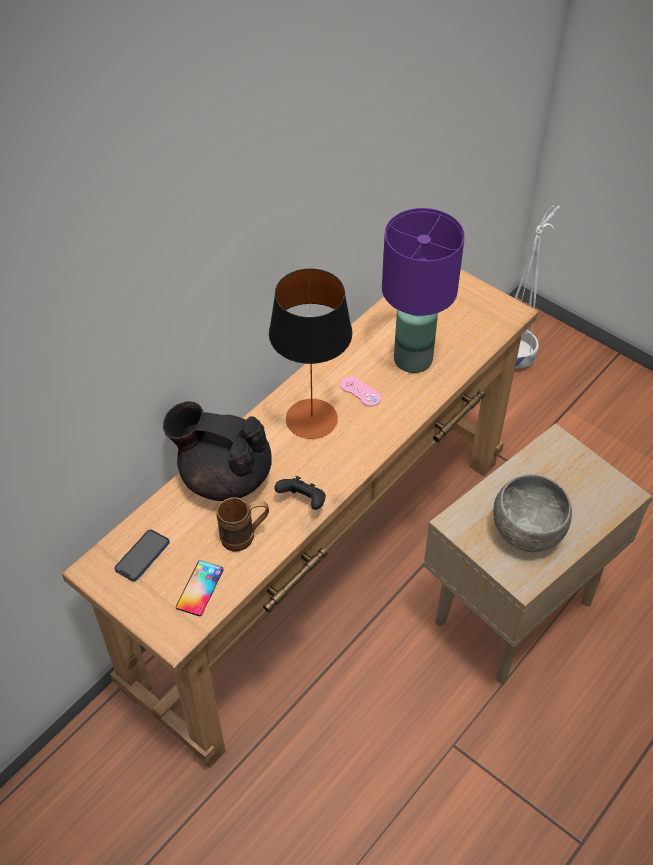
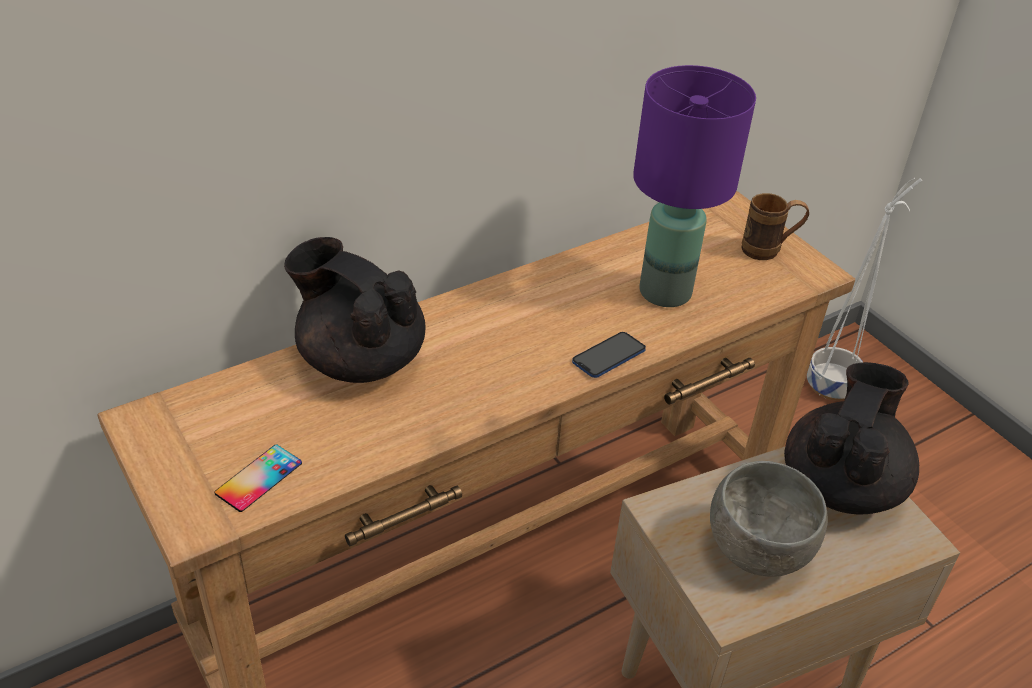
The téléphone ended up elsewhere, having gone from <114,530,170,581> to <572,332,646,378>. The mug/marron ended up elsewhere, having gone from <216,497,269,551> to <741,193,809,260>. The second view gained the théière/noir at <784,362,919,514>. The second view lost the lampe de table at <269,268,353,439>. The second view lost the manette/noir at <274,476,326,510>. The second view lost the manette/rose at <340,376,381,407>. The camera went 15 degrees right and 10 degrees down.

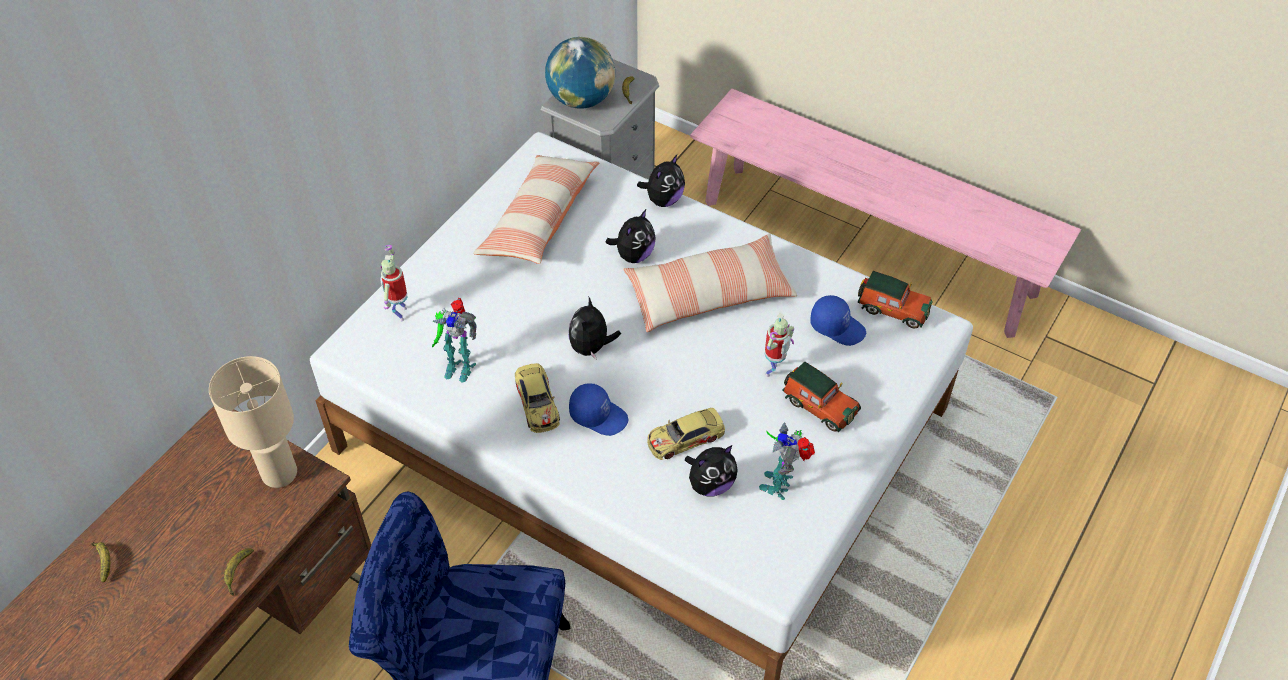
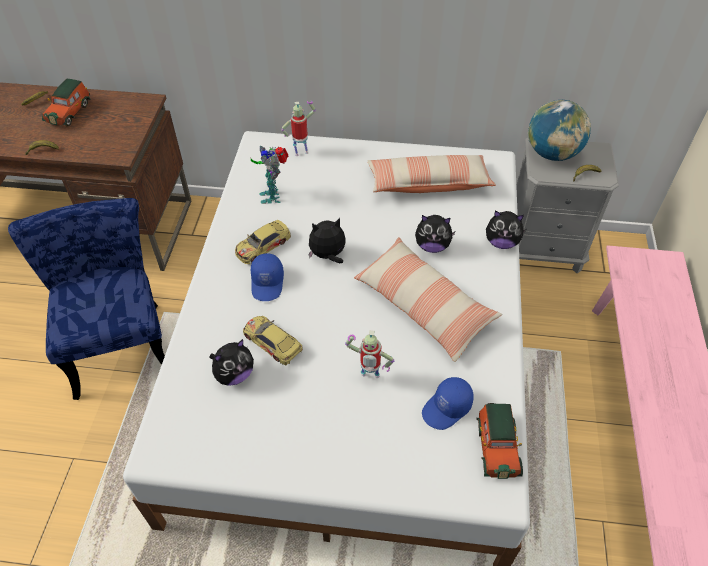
The petite voiture ended up elsewhere, having gone from <782,362,861,432> to <42,79,91,126>. The peluche at <685,445,738,496> ended up facing another way, 75 degrees counterclockwise from before. The casquette/bleu at <810,295,866,346> ended up facing another way, 45 degrees clockwise from before. The second view lost the lampe de table/beige at <209,356,297,488>. The second view lost the robot jouet at <759,423,815,500>. The camera went 65 degrees right and 0 degrees up.

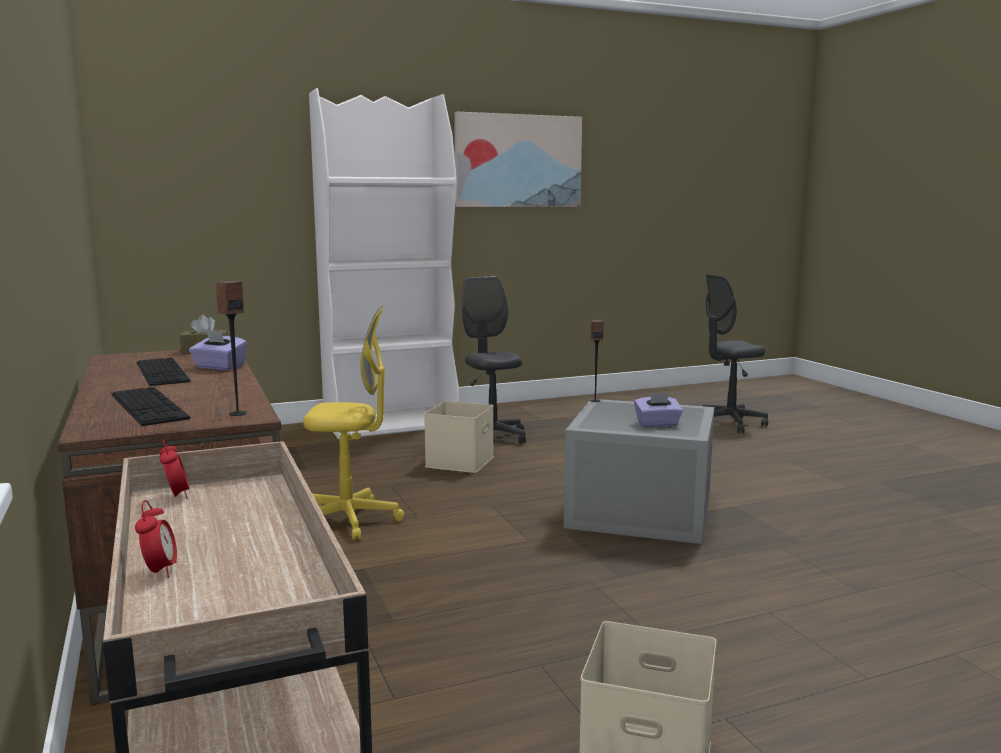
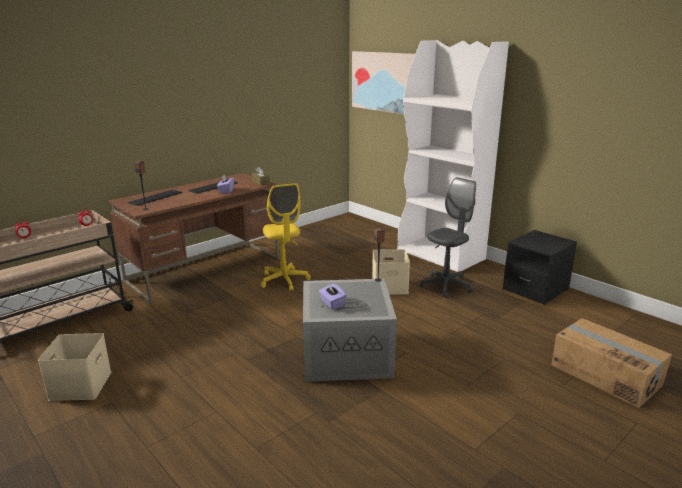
The tableau ended up elsewhere, having gone from <454,112,582,207> to <352,51,415,114>. The second view gained the table de chevet/noir at <503,230,577,304>. Where the chaise de bureau/gris stood at <703,274,768,433>, the carton came to stand at <551,318,672,408>. The camera went 70 degrees right and 10 degrees up.

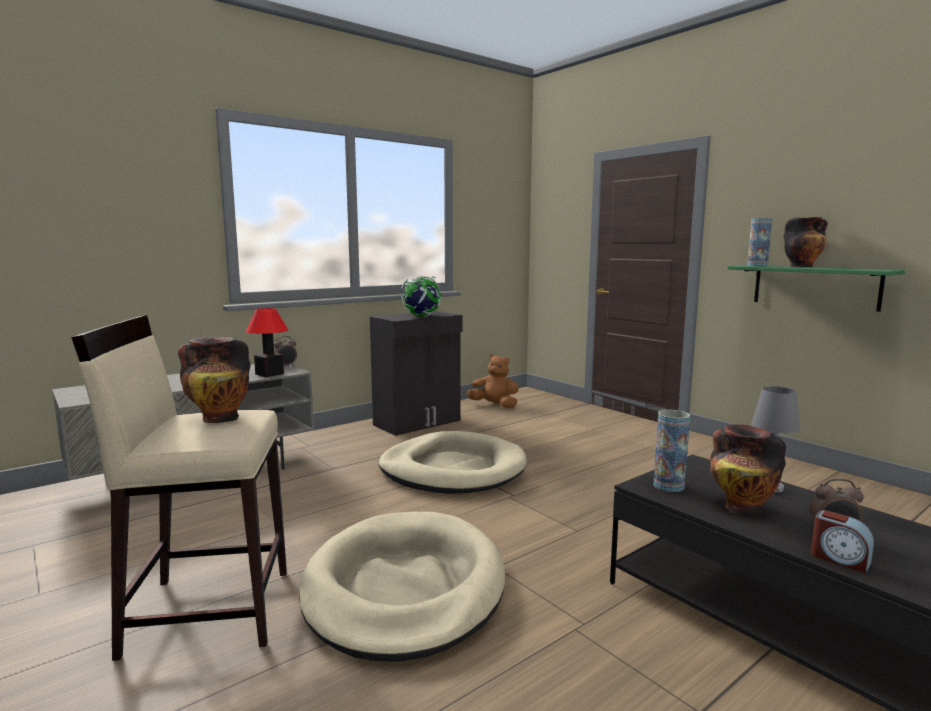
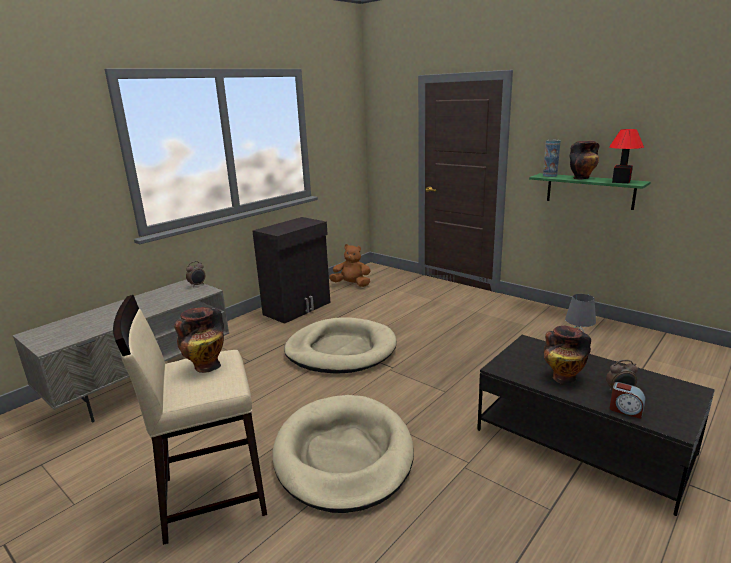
The lampe de table ended up elsewhere, having gone from <246,308,288,377> to <609,129,644,183>. The second view lost the globe at <401,276,442,317>. The second view lost the vase at <653,410,690,492>. The camera went 10 degrees left and 10 degrees up.

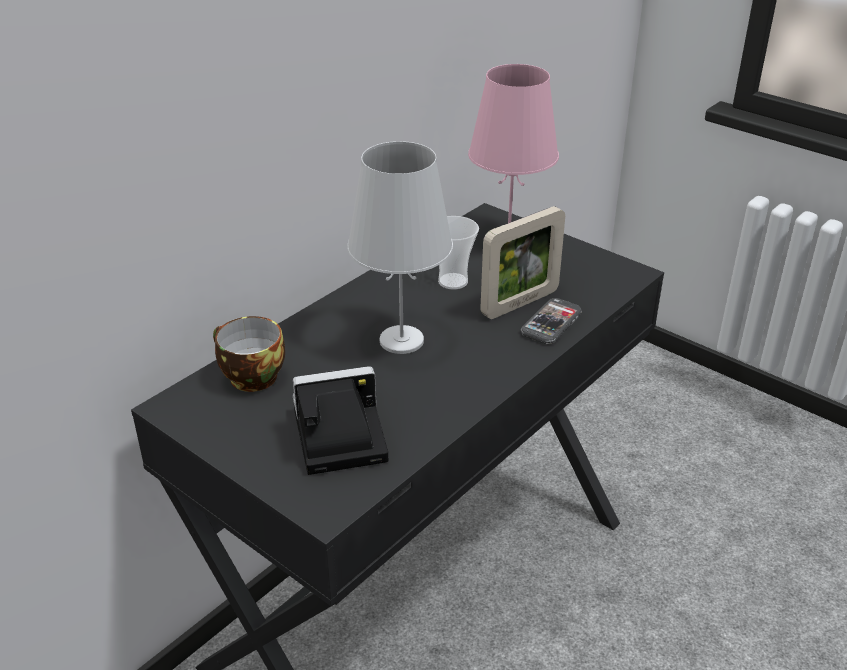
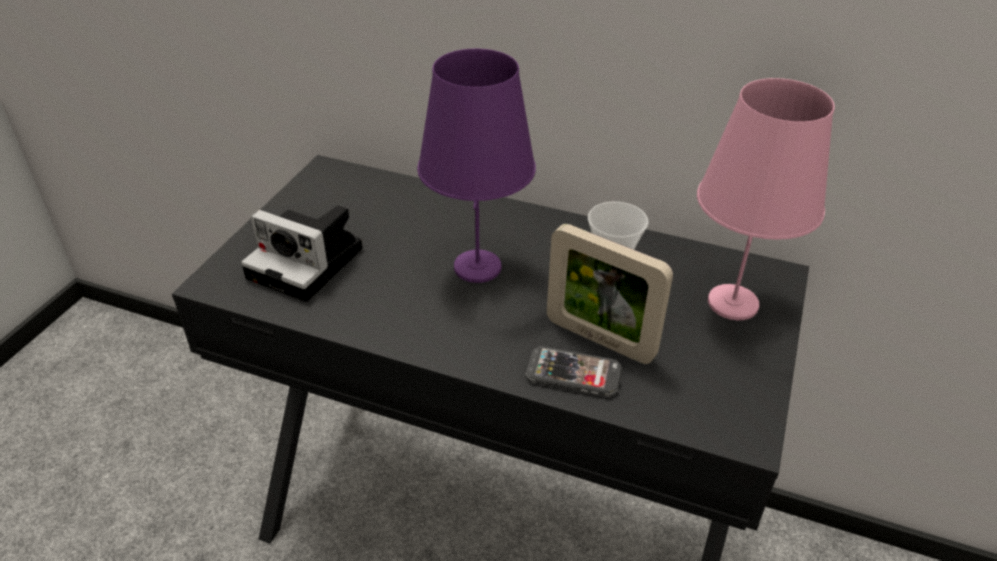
The appareil photo at <293,366,388,475> ended up facing another way, 150 degrees clockwise from before. What was the lampe de table/blanc at <347,141,453,354> turned into the lampe de table/violet at <417,49,536,283>. The second view lost the tasse at <213,316,285,392>. The camera went 70 degrees right and 5 degrees up.

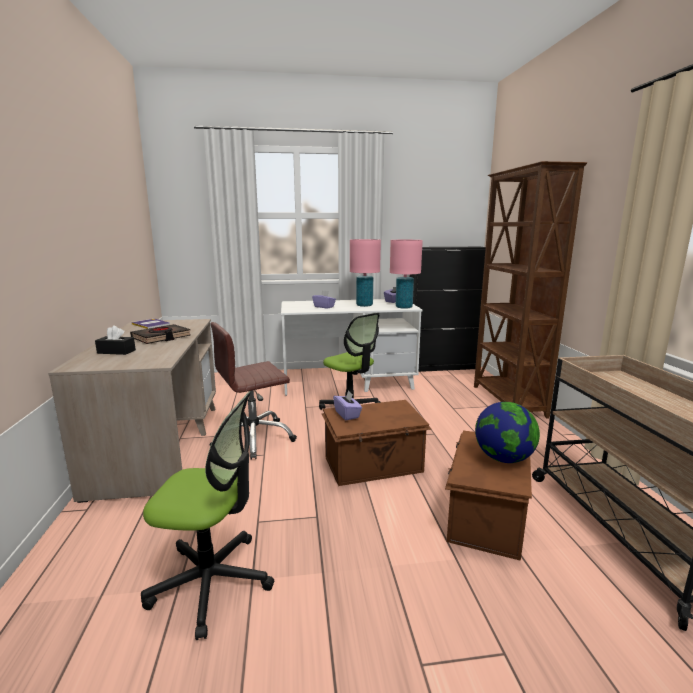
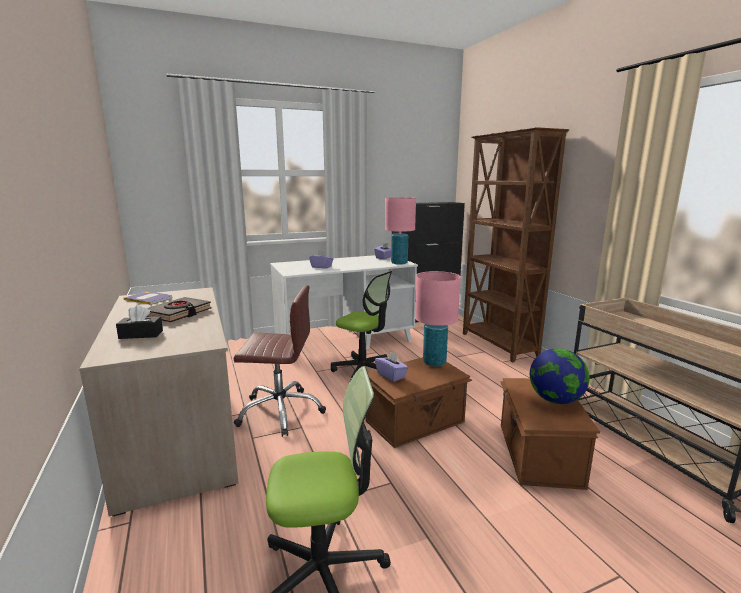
The chaise de bureau/marron at <209,322,297,460> ended up facing another way, 135 degrees counterclockwise from before. The lampe de table/rose ended up elsewhere, having gone from <350,239,381,307> to <415,271,461,367>. The camera went 15 degrees left and 0 degrees up.

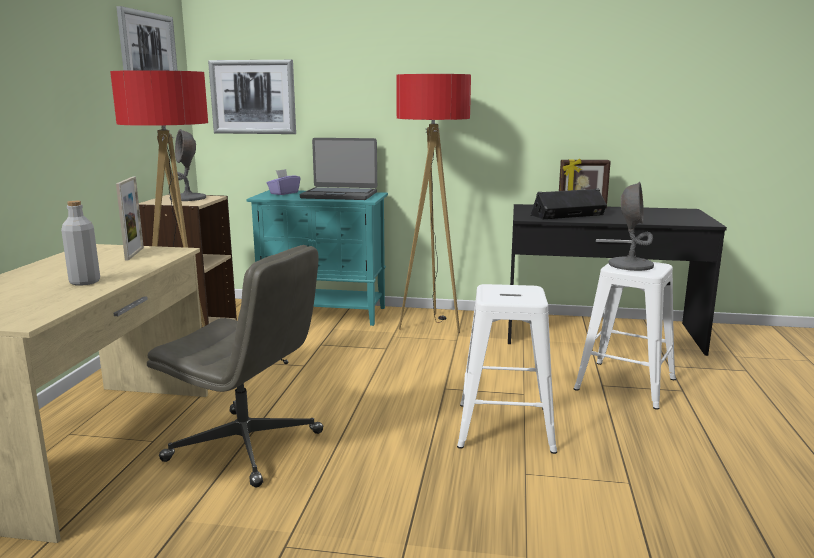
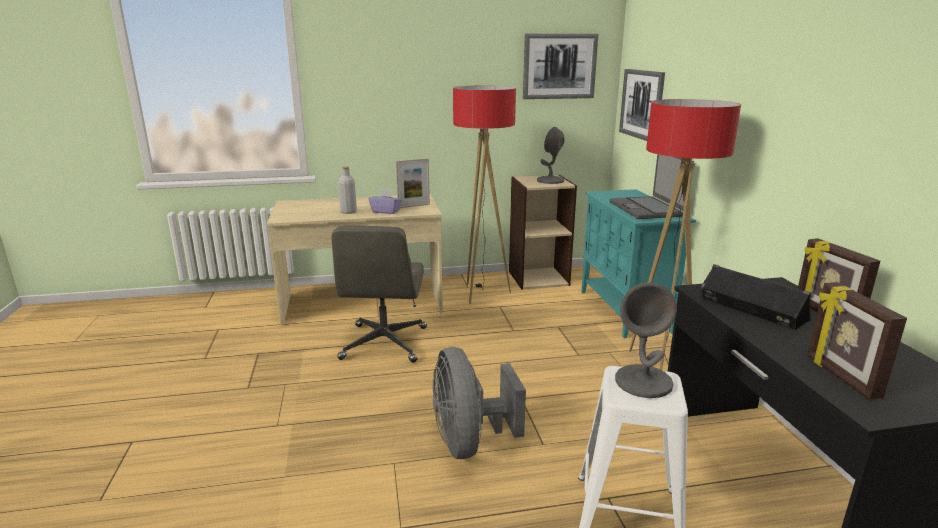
The boîte à mouchoirs/violet ended up elsewhere, having gone from <267,169,301,195> to <369,189,402,214>. Where the tabouret/blanc stood at <457,284,557,454>, the ventilateur/gris came to stand at <433,347,526,459>. The second view gained the cadre photo at <807,282,907,400>. The camera went 70 degrees right and 5 degrees up.

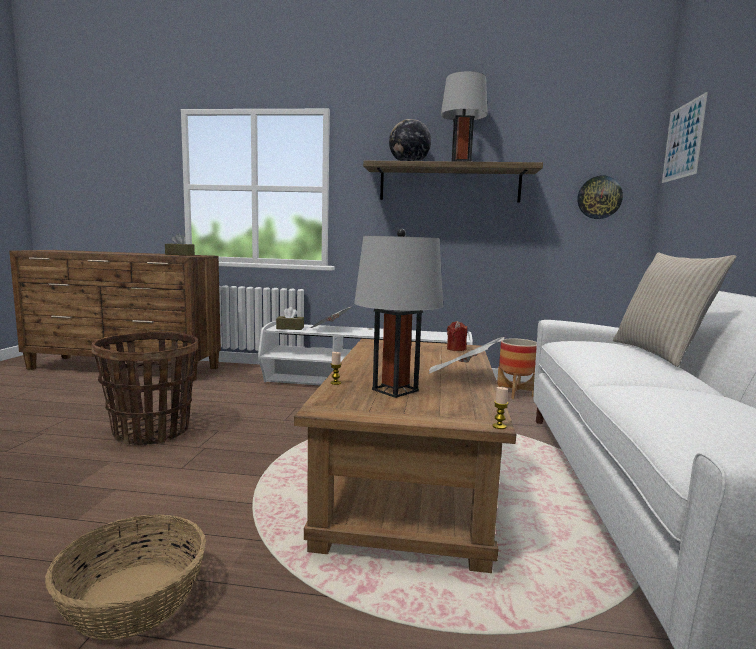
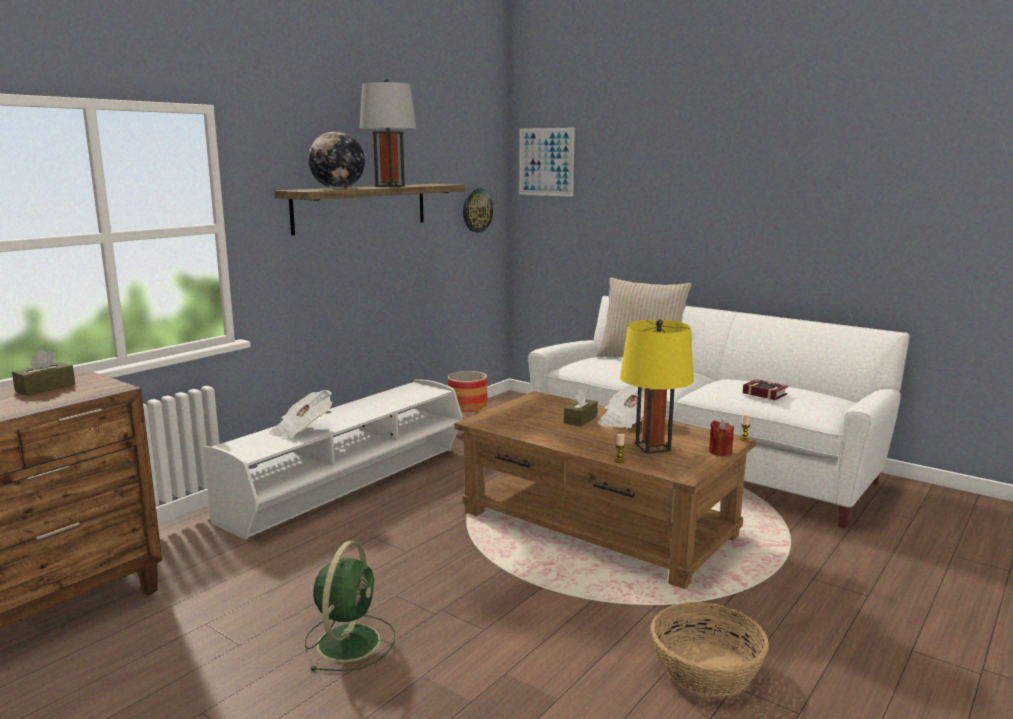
Where the panier stood at <91,332,198,445>, the ventilateur/vert came to stand at <305,541,395,671>. The boîte à mouchoirs/marron ended up elsewhere, having gone from <276,307,304,330> to <564,389,598,426>. What was the lampe de table/gris at <354,228,443,398> turned into the lampe de table/jaune at <620,319,694,454>. The bougie/rouge ended up elsewhere, having gone from <447,321,467,351> to <709,420,734,456>. The second view gained the livre at <743,379,788,400>. The camera went 60 degrees left and 5 degrees up.

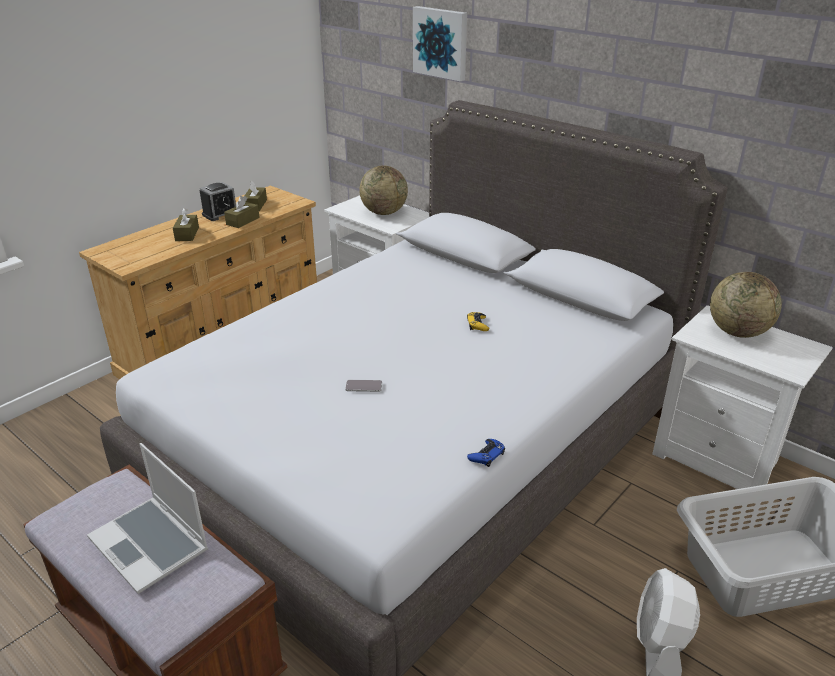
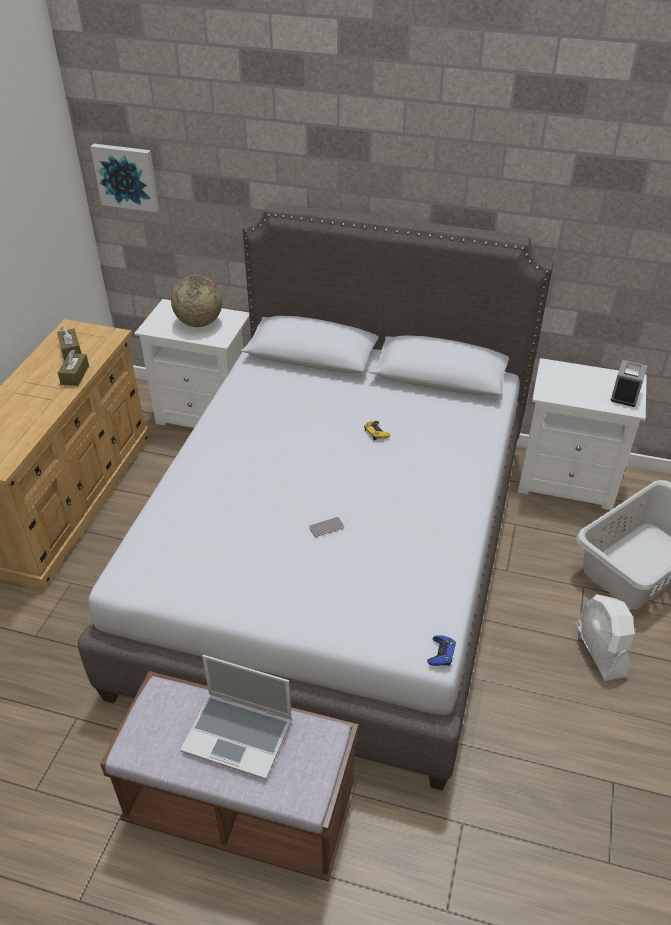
The tableau ended up elsewhere, having gone from <413,6,467,81> to <90,144,159,212>. The manette/bleu ended up elsewhere, having gone from <467,439,505,467> to <427,635,456,666>. The réveil ended up elsewhere, having gone from <200,182,236,221> to <611,360,647,407>. The second view lost the boîte à mouchoirs/marron at <173,208,199,241>. The second view lost the globe at <710,272,782,338>. The camera went 25 degrees left and 10 degrees up.

